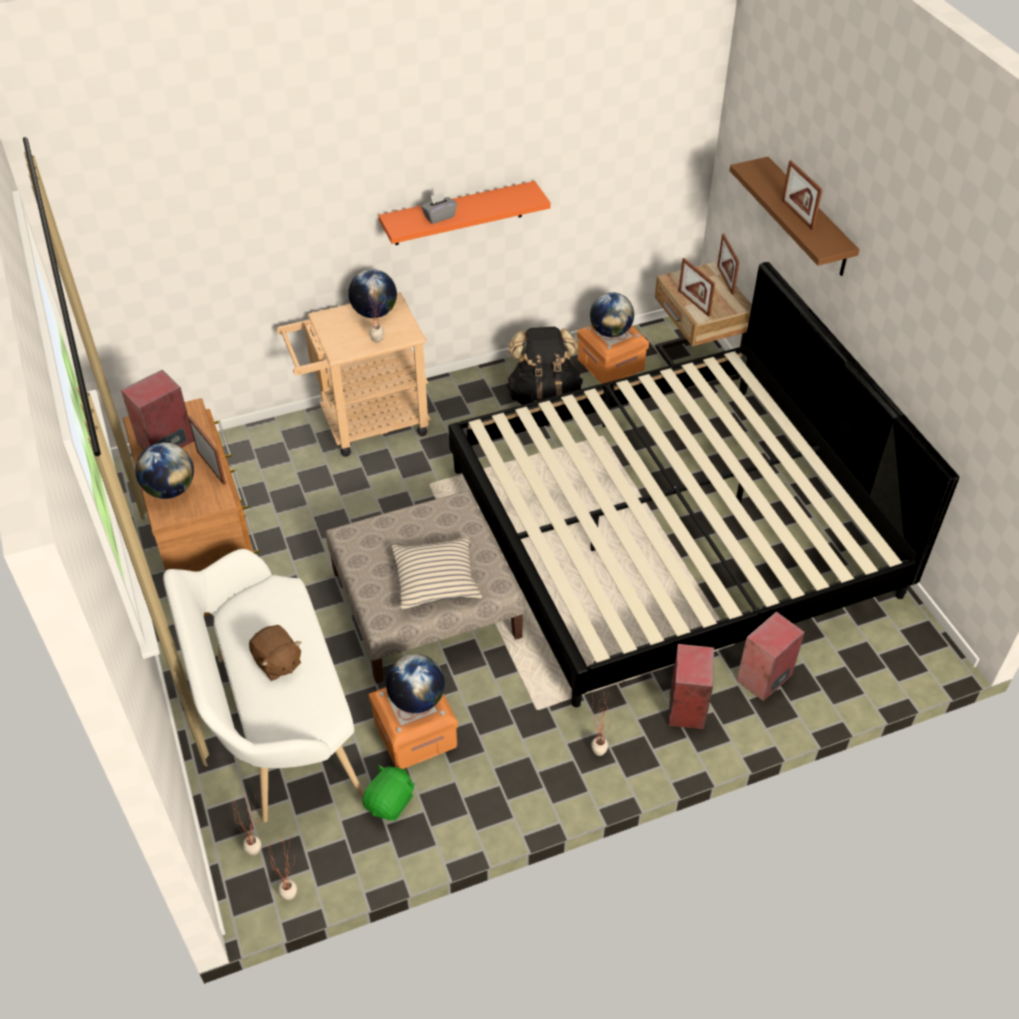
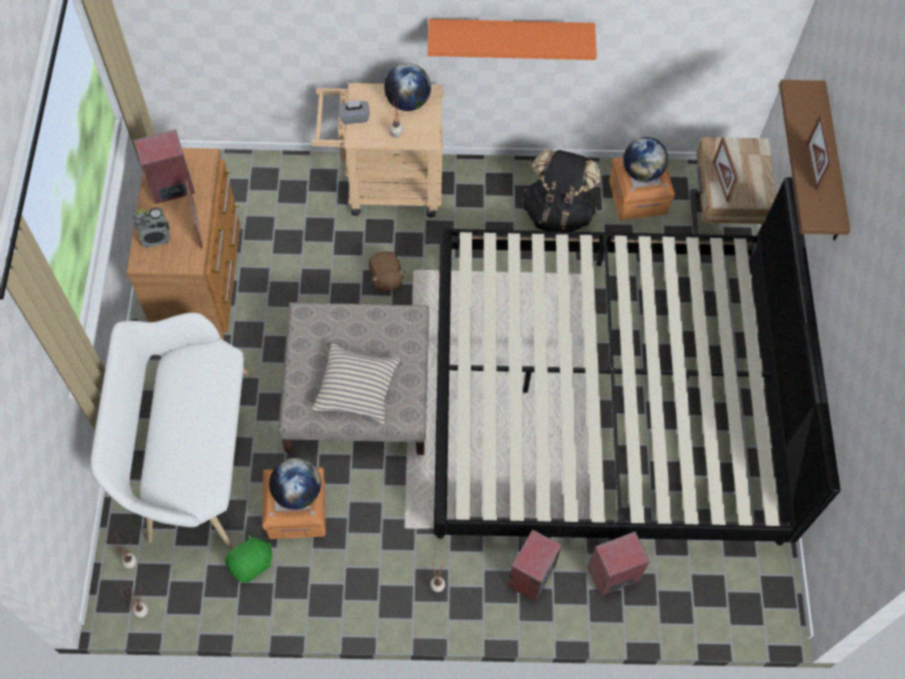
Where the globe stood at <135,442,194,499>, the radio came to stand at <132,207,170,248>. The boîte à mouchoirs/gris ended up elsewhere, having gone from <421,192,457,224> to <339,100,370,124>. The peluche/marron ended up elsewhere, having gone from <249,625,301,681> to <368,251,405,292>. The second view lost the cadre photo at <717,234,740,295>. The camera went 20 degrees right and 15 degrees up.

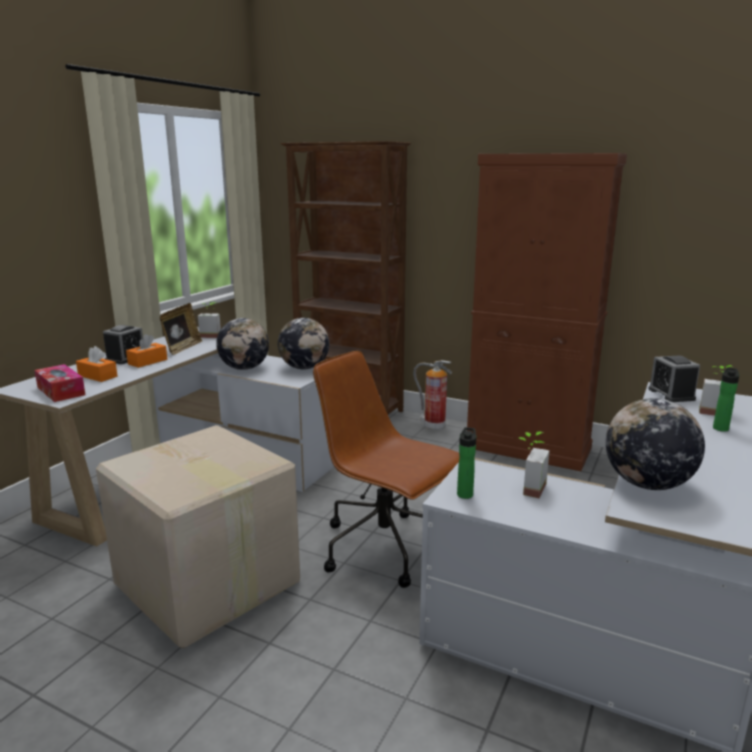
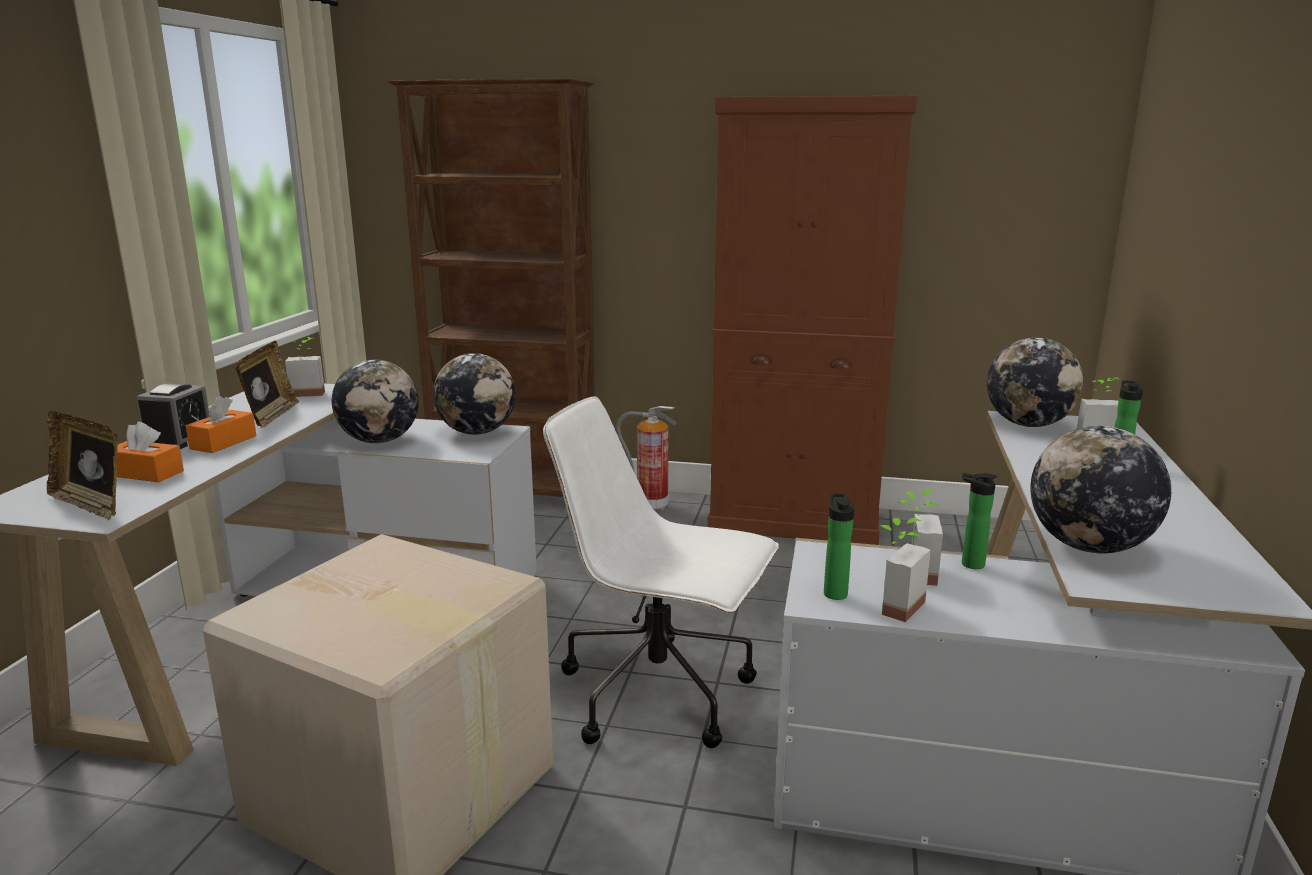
Where the boîte à mouchoirs stood at <34,364,85,402>, the cadre photo came to stand at <47,411,118,520>. What was the chaise de bureau/marron at <313,351,460,588> turned into the chaise de bureau/blanc at <543,397,779,748>. The second view gained the plante en pot at <879,518,931,622>. The second view gained the bouteille at <962,473,997,569>. Where the réveil stood at <648,356,700,402>, the globe came to stand at <987,337,1083,427>. The camera went 15 degrees left and 0 degrees up.

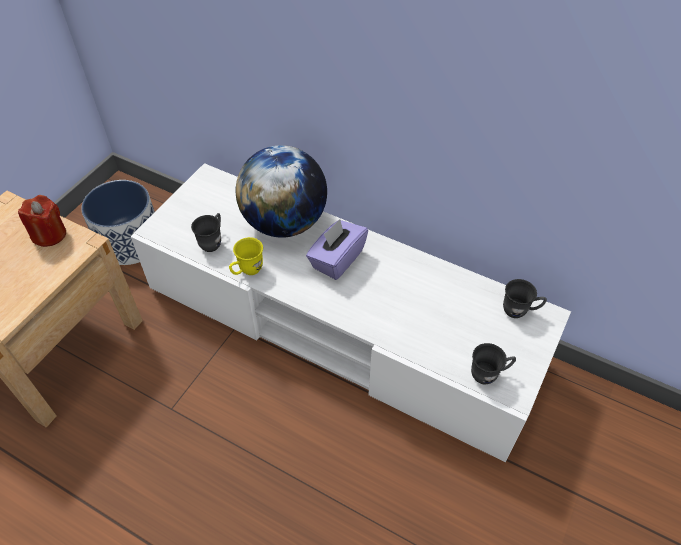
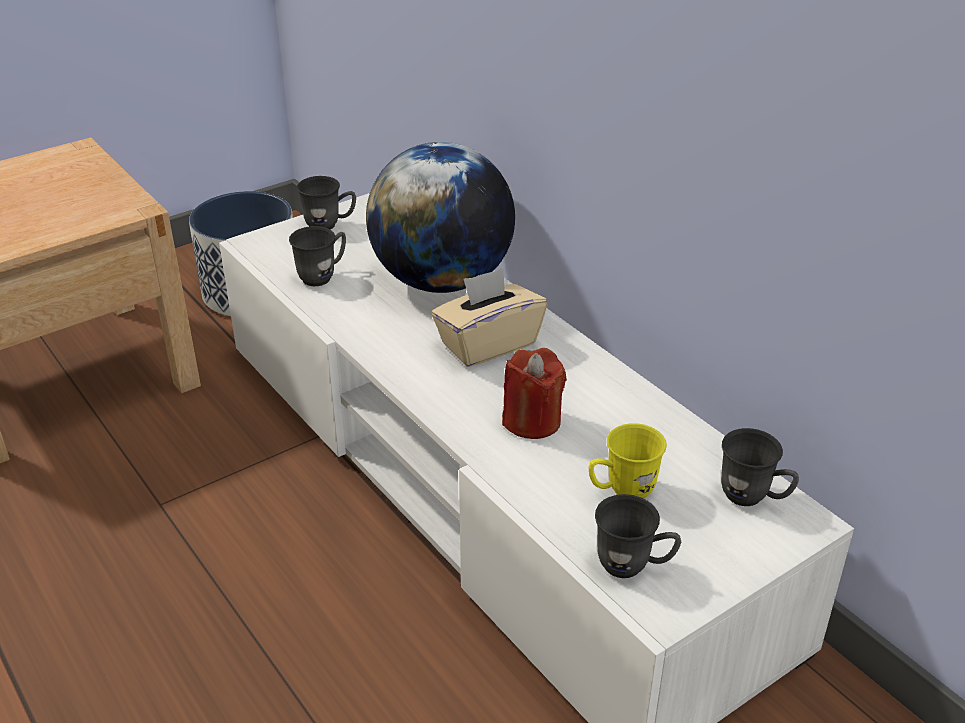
The second view gained the mug/gris at <297,176,356,230>. What was the boîte à mouchoirs/violet at <306,219,368,280> turned into the boîte à mouchoirs/beige at <431,268,547,367>. The bougie/rouge ended up elsewhere, having gone from <18,195,66,247> to <502,348,567,439>. The mug/jaune ended up elsewhere, having gone from <229,237,263,275> to <588,423,667,499>. The camera went 25 degrees right and 15 degrees down.

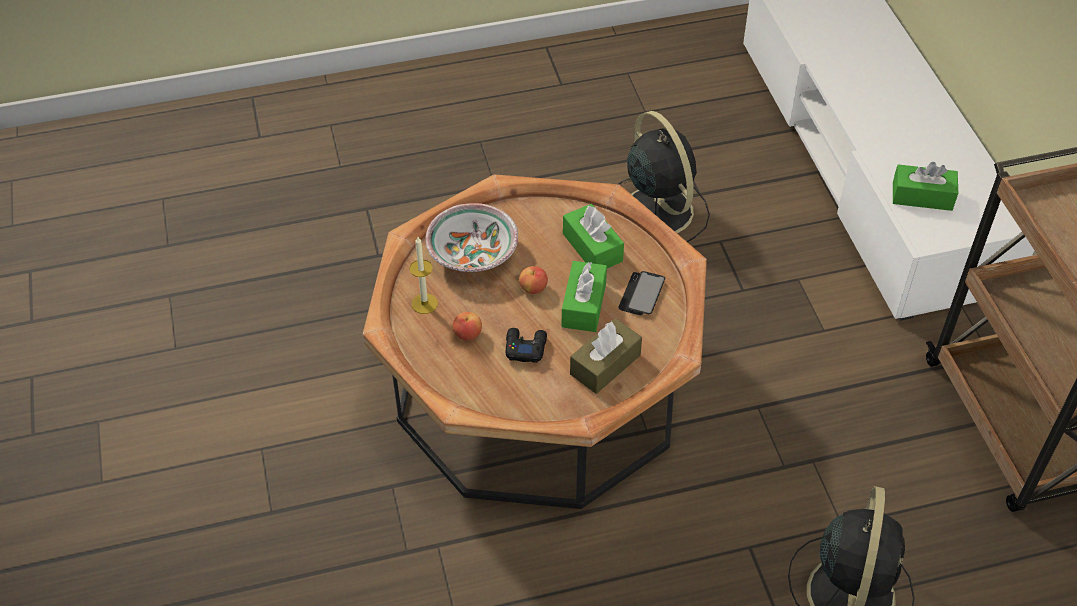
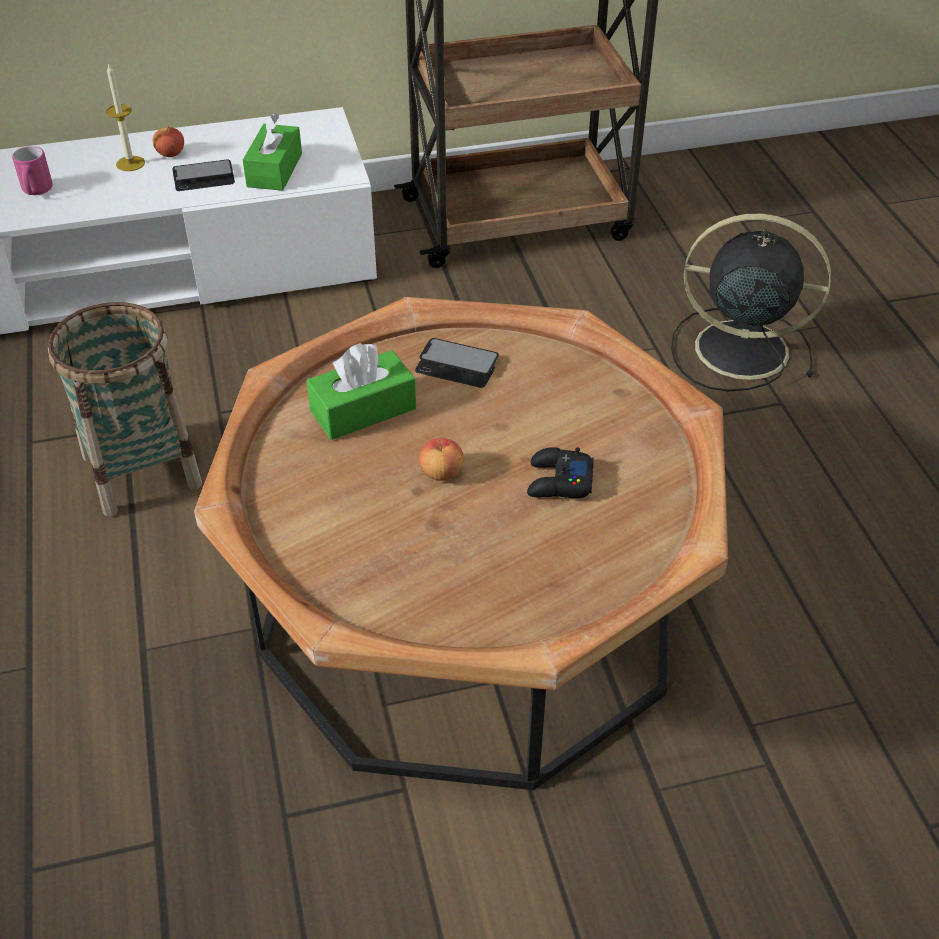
The second view gained the mug/rose at <12,146,53,195>. Where the ventilateur/noir stood at <619,111,710,242>, the panier came to stand at <48,302,202,517>. The bougie ended up elsewhere, having gone from <410,237,438,314> to <106,63,145,171>. The pomme ended up elsewhere, having gone from <453,312,482,341> to <153,126,184,157>. The second view gained the téléphone at <172,159,235,191>. The second view lost the bol at <425,203,518,272>. The second view lost the boîte à mouchoirs/vert at <562,261,607,332>. The second view lost the boîte à mouchoirs/marron at <570,318,642,394>. The camera went 90 degrees left and 5 degrees down.

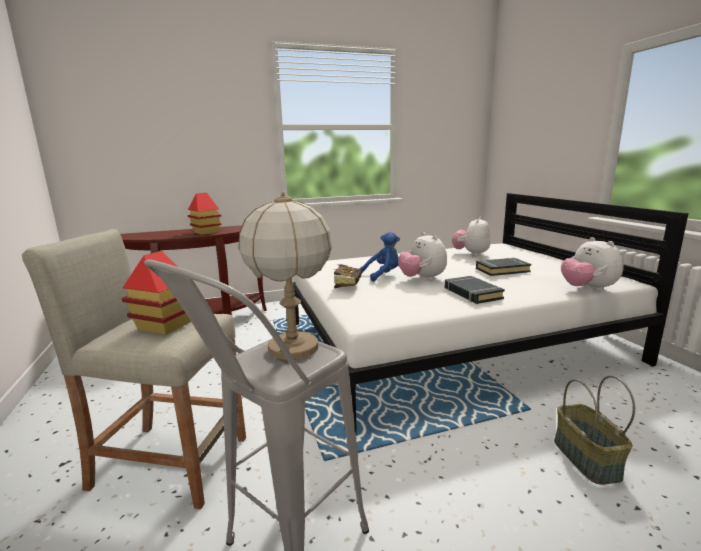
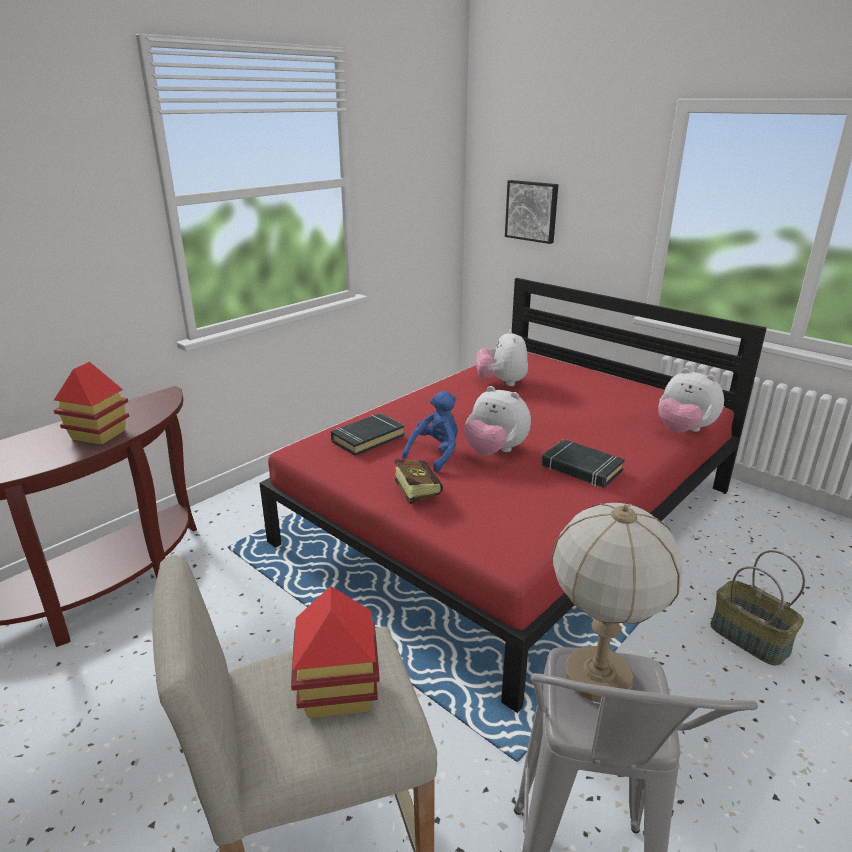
What was the lit/blanc at <292,193,689,435> turned into the lit/rouge at <259,278,767,713>. The livre/noir ended up elsewhere, having gone from <476,258,531,276> to <331,413,405,456>. The second view gained the tableau at <505,180,559,244>. The camera went 30 degrees left and 10 degrees up.

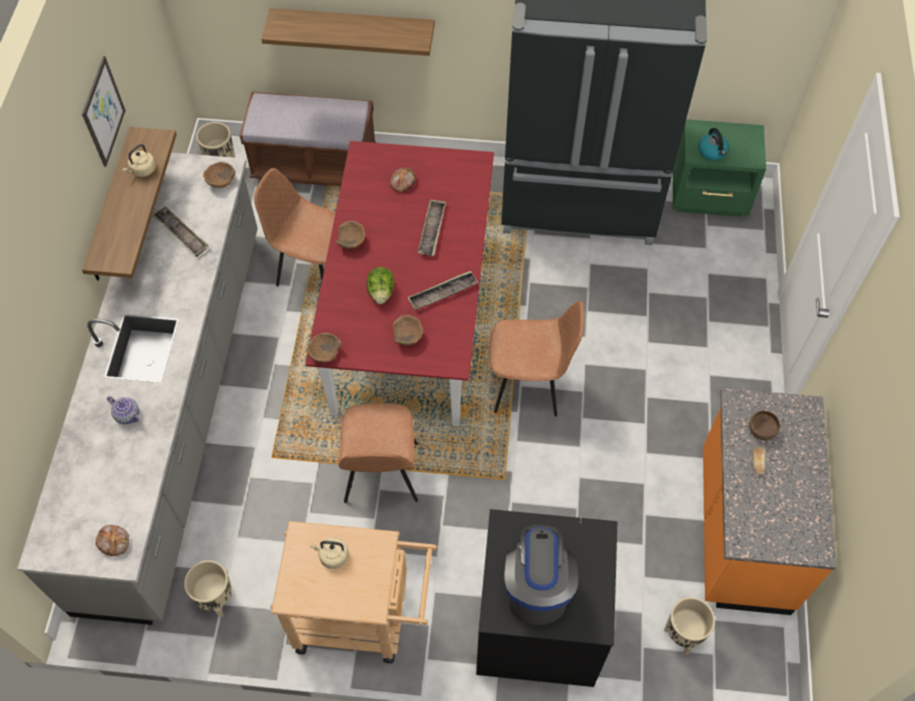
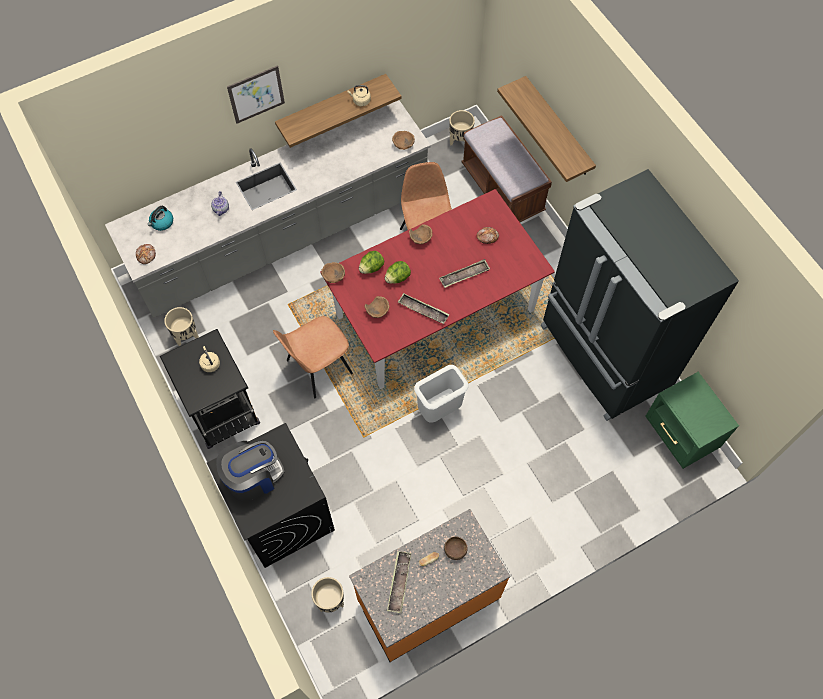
The bouilloire ended up elsewhere, having gone from <698,128,729,161> to <148,206,173,231>. What was the chariot/beige at <270,521,437,664> turned into the chariot/noir at <160,329,260,449>. The tableau ended up elsewhere, having gone from <82,56,126,167> to <227,65,285,124>. The second view gained the laitue at <359,251,384,274>. The plateau ended up elsewhere, having gone from <152,206,208,257> to <387,551,411,613>. Where the chaise/marron stood at <489,300,584,417>, the poubelle/blanc came to stand at <414,365,469,423>. The camera went 55 degrees right and 5 degrees up.

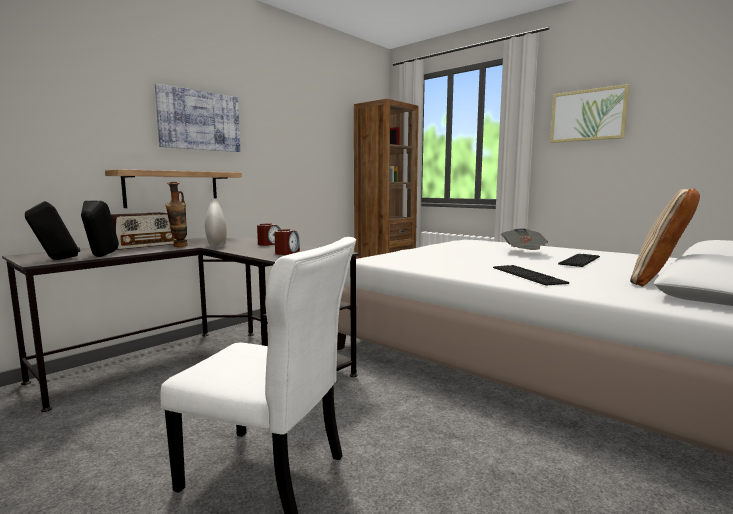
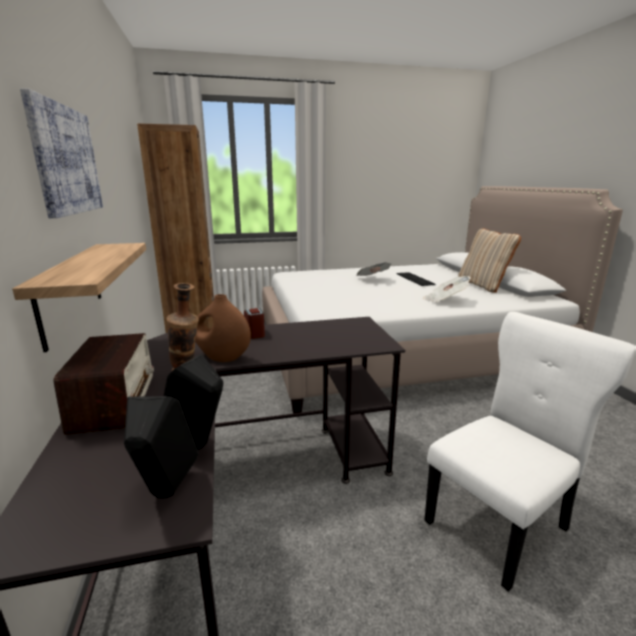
What was the vase/blanc at <205,198,227,247> turned into the vase/marron at <195,294,251,362>. Where the clavier stood at <493,265,569,285>, the journal came to stand at <423,276,471,303>. The second view lost the réveil at <274,229,300,255>. The second view lost the tableau at <550,84,629,143>. The camera went 55 degrees left and 10 degrees up.

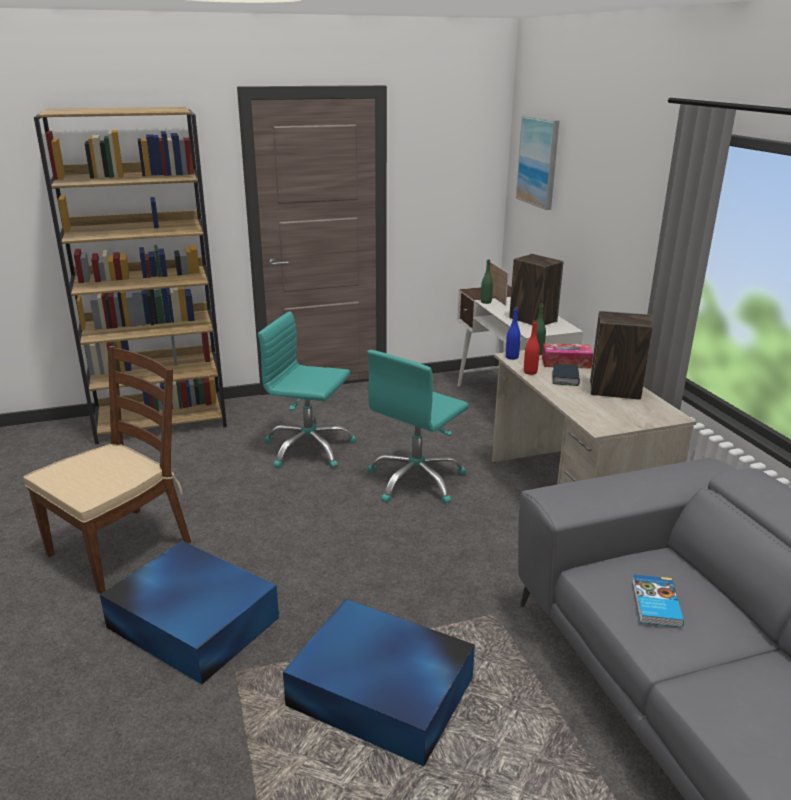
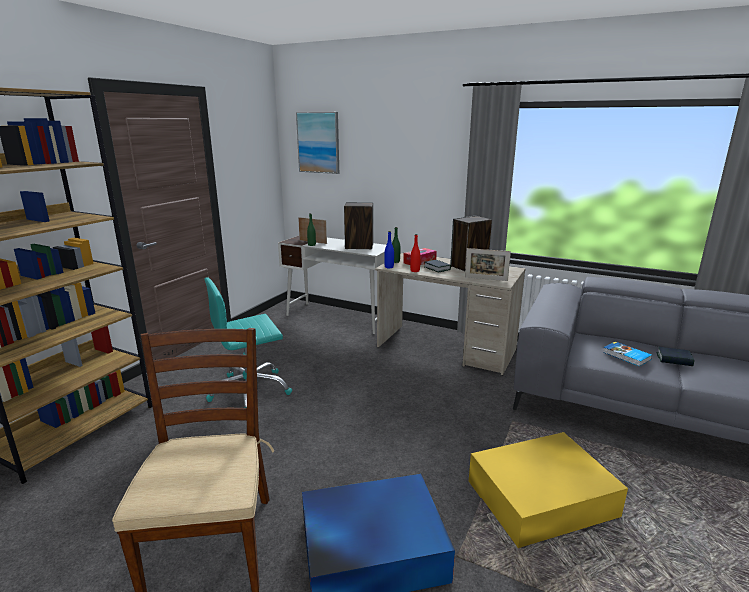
The second view gained the cadre photo at <465,248,511,281>. What was the boîte de rangement/bleu at <283,599,475,766> turned into the boîte de rangement/jaune at <469,432,628,548>. The second view gained the livre at <657,347,695,366>. The second view lost the chaise de bureau/turquoise at <367,350,469,504>. The camera went 45 degrees left and 5 degrees down.

